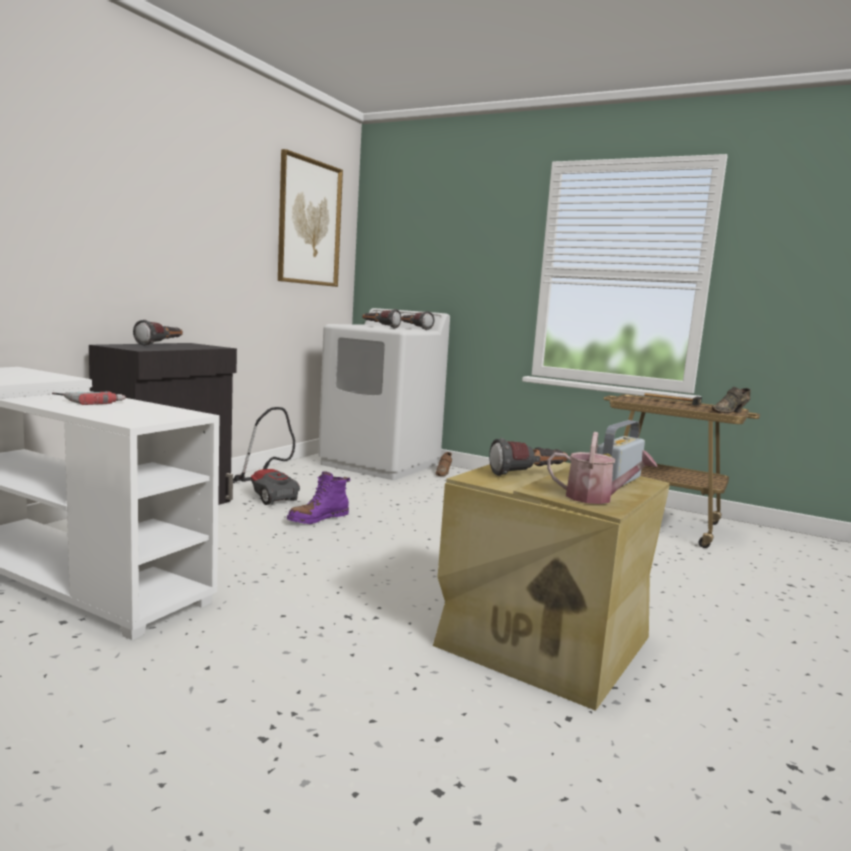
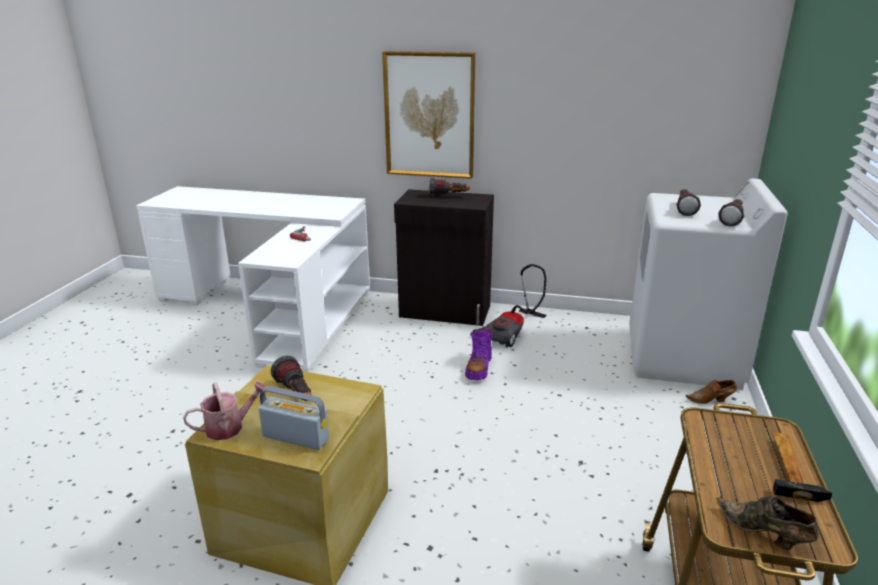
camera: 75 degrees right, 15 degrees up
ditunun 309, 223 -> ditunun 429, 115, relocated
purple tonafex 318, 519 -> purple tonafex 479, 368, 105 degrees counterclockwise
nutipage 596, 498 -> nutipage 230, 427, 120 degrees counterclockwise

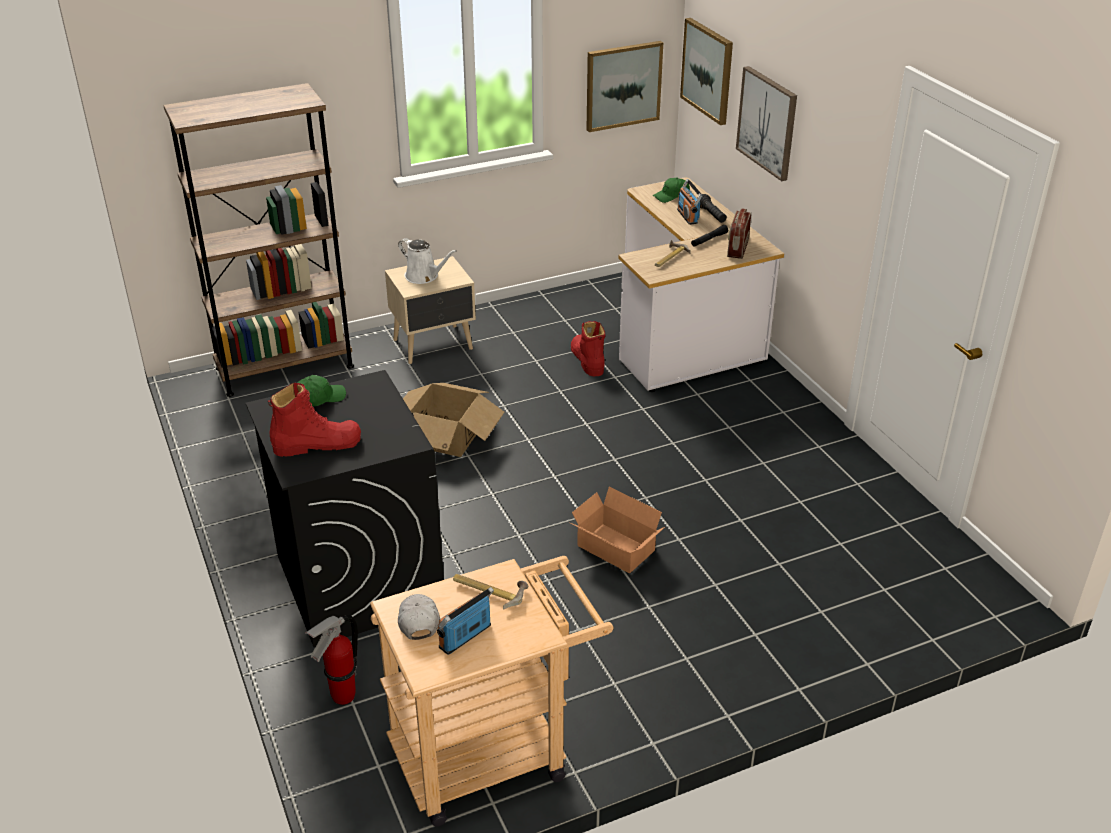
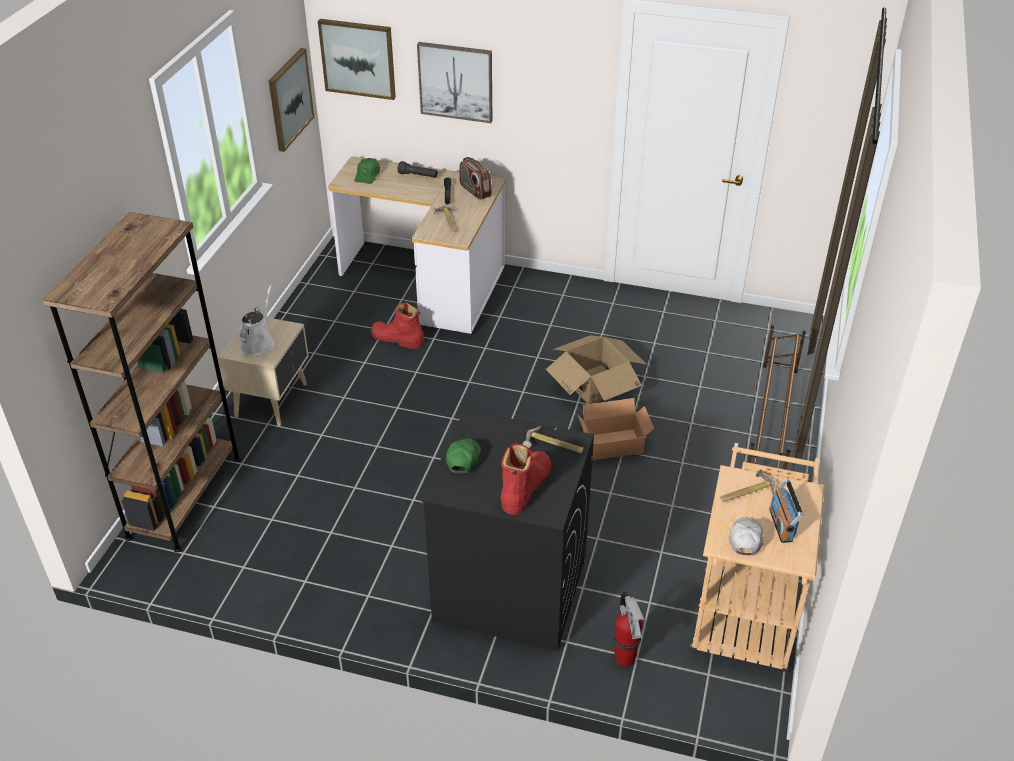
camera: 50 degrees left, 5 degrees up
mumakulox 687, 216 -> none
none -> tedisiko 553, 446
none -> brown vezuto 770, 425
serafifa 447, 437 -> serafifa 595, 384, relocated
white nutipage 424, 276 -> white nutipage 259, 342, 60 degrees counterclockwise
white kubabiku 418, 620 -> white kubabiku 745, 539, 75 degrees clockwise

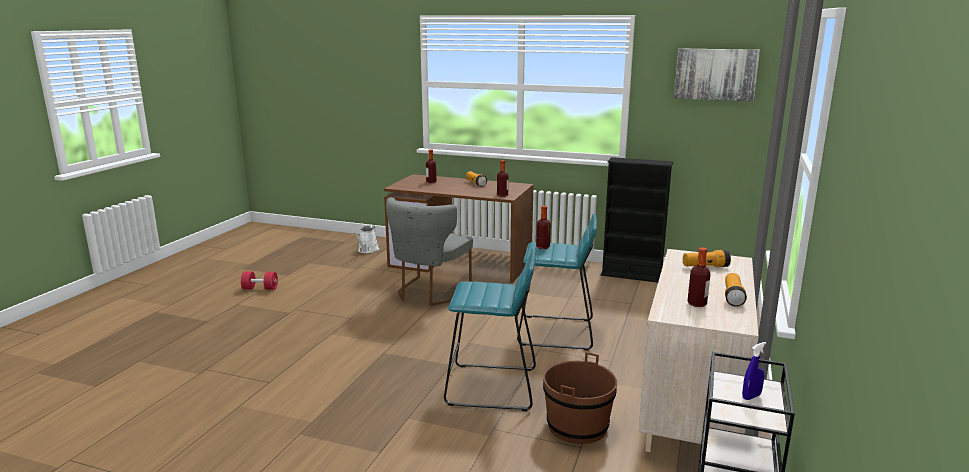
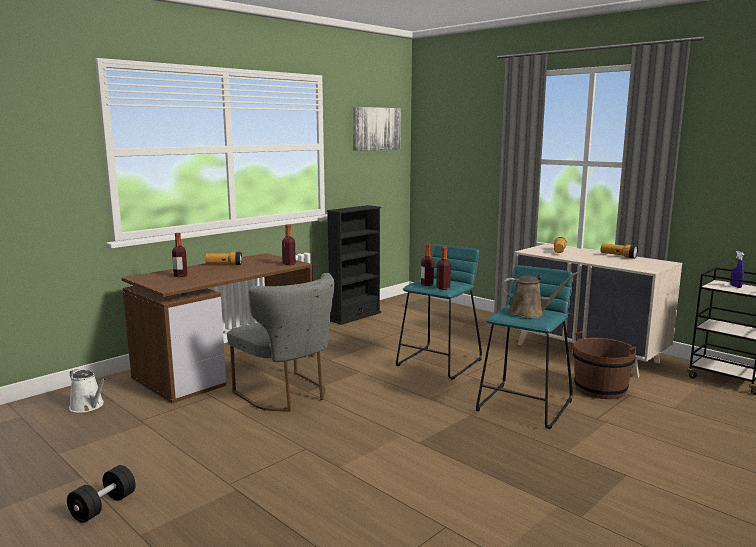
camera: 65 degrees left, 5 degrees down
none -> brown nutipage 530, 313
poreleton 697, 304 -> poreleton 443, 288, relocated
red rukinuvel 260, 288 -> black rukinuvel 103, 507

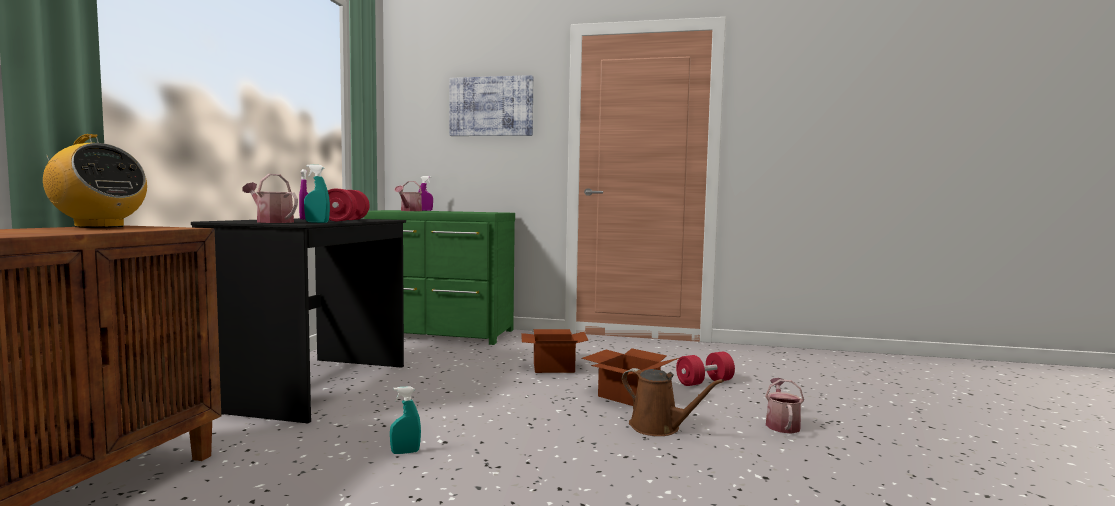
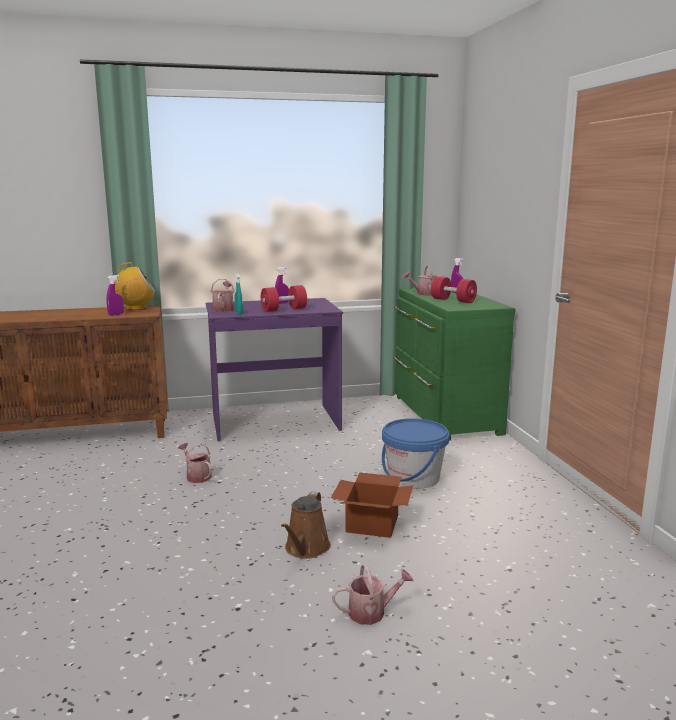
camera: 65 degrees right, 10 degrees up
ditunun 491, 106 -> none
none -> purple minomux 116, 314
red rukinuvel 704, 382 -> red rukinuvel 453, 300, relocated
turquoise minomux 405, 452 -> nutipage 197, 476
serafifa 554, 366 -> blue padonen 413, 477
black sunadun 316, 386 -> purple sunadun 275, 422
mumakulox 98, 226 -> mumakulox 136, 308, 105 degrees counterclockwise

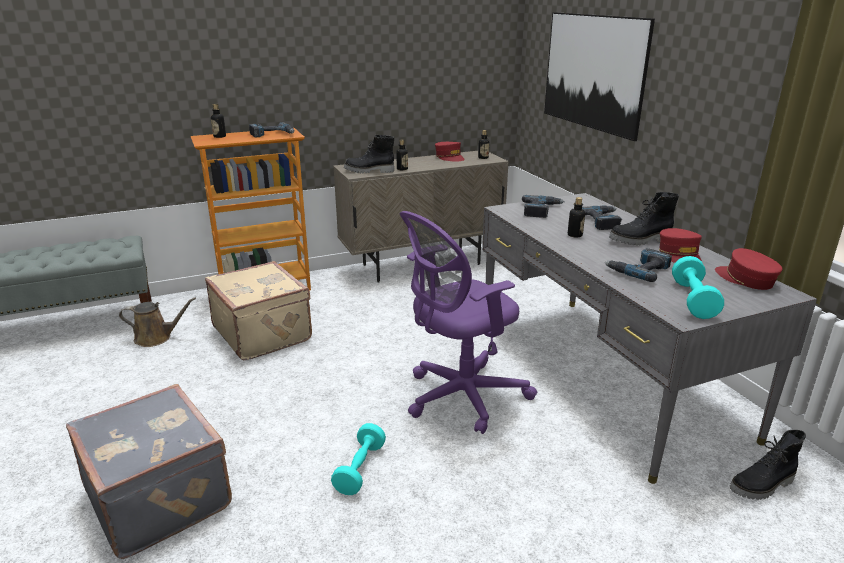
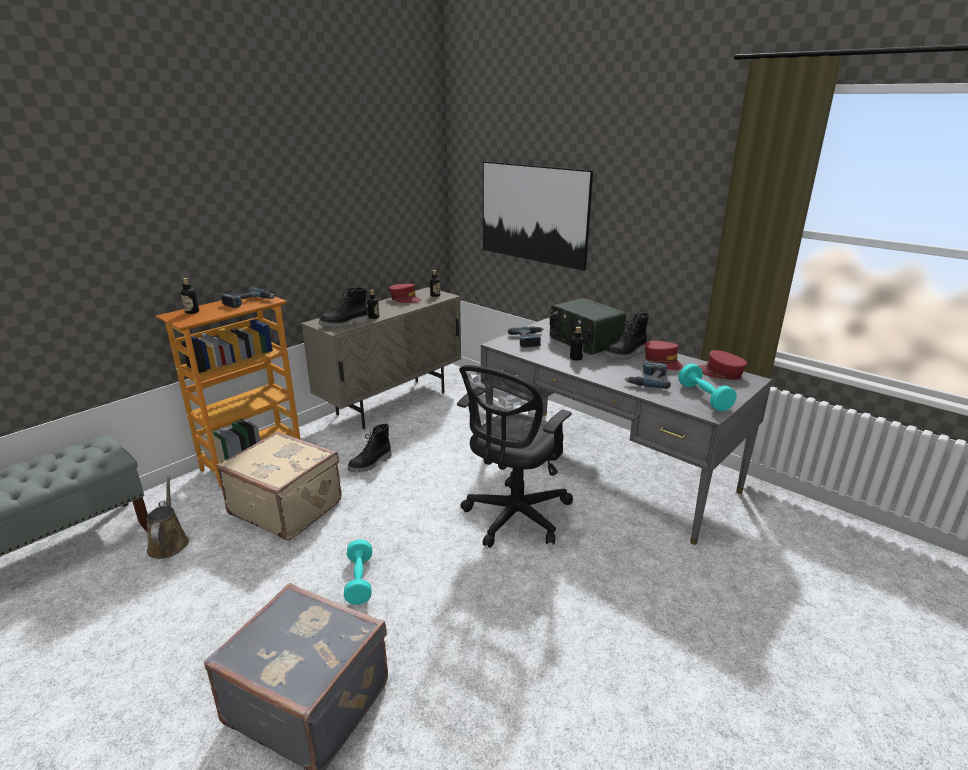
camera: 25 degrees left, 0 degrees up
turquoise rukinuvel 360, 469 -> turquoise rukinuvel 359, 580, relocated
black tonafex 763, 486 -> black tonafex 371, 464, relocated
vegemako 603, 221 -> mumakulox 584, 342
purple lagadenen 460, 397 -> black lagadenen 514, 518
brown nutipage 156, 338 -> brown nutipage 169, 543, 75 degrees counterclockwise

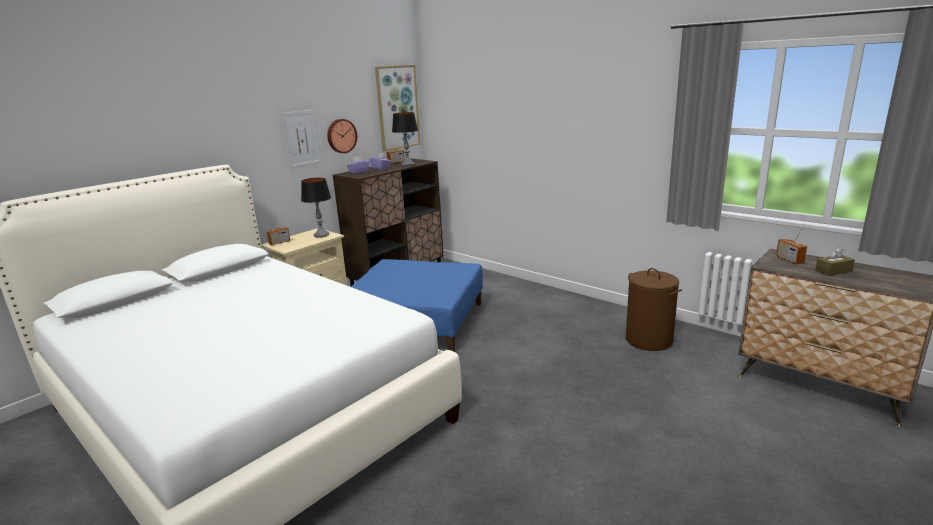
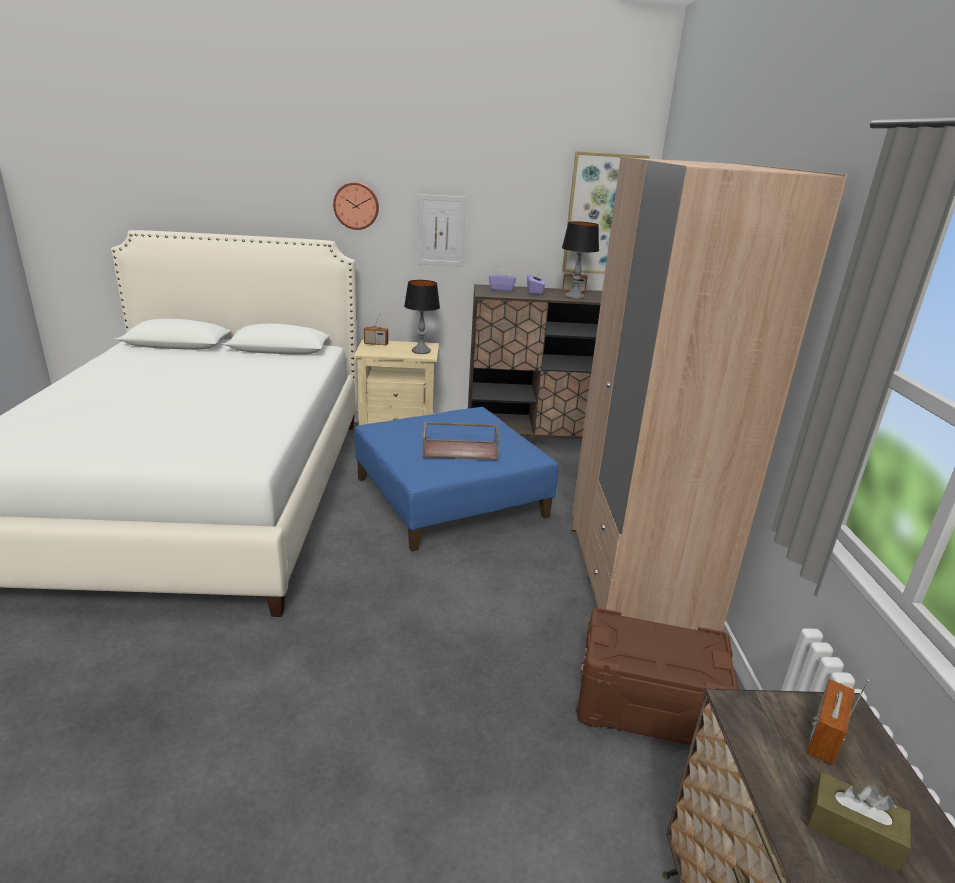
camera: 45 degrees right, 5 degrees up
none -> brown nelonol 461, 449
none -> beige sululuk 634, 581
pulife 341, 136 -> pulife 356, 206, relocated
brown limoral 649, 340 -> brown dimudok 647, 707

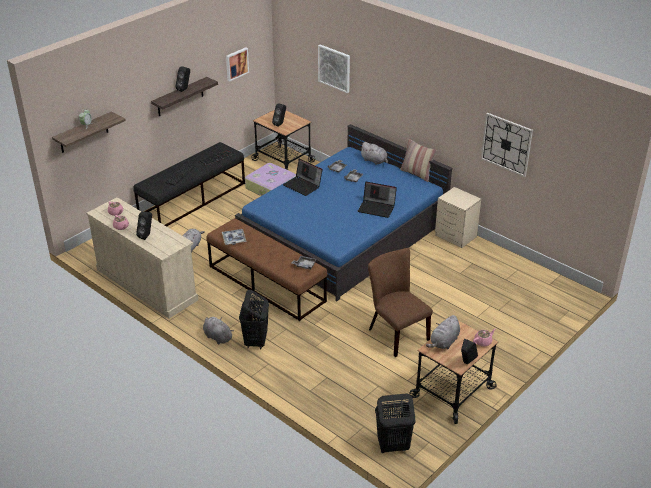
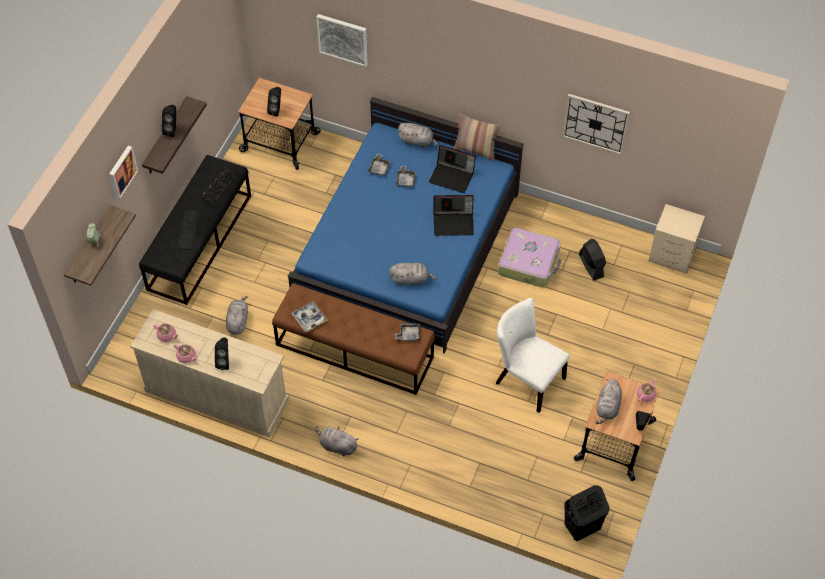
camera: 20 degrees left, 20 degrees up
black limoral 256, 341 -> none
none -> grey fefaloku 411, 279
none -> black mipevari 591, 265
ditunun 236, 63 -> ditunun 121, 171, relocated
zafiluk 271, 187 -> zafiluk 529, 263, relocated
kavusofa 303, 185 -> kavusofa 452, 176, relocated
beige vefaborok 456, 236 -> beige vefaborok 672, 256, relocated
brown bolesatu 395, 333 -> white bolesatu 526, 379

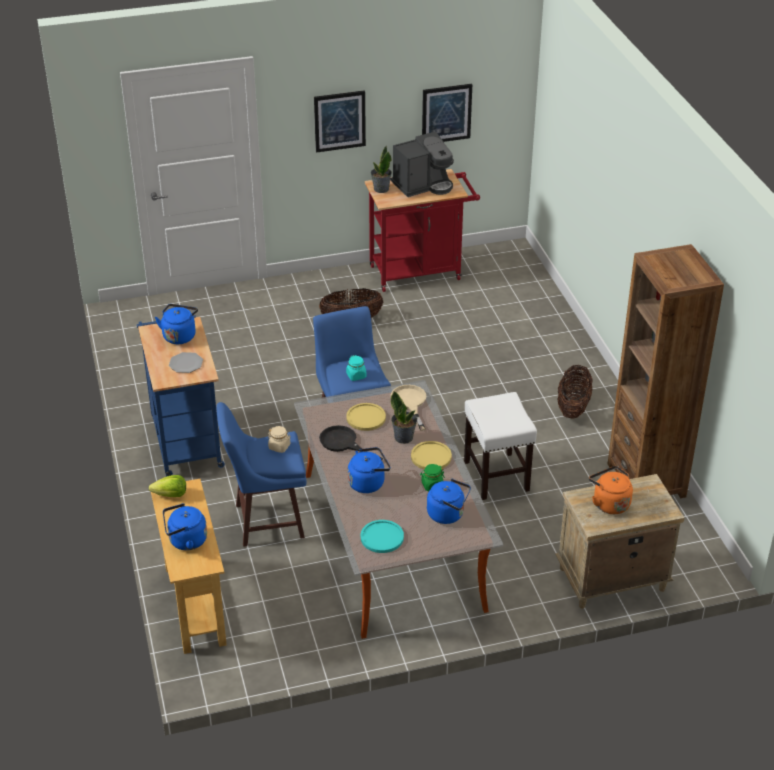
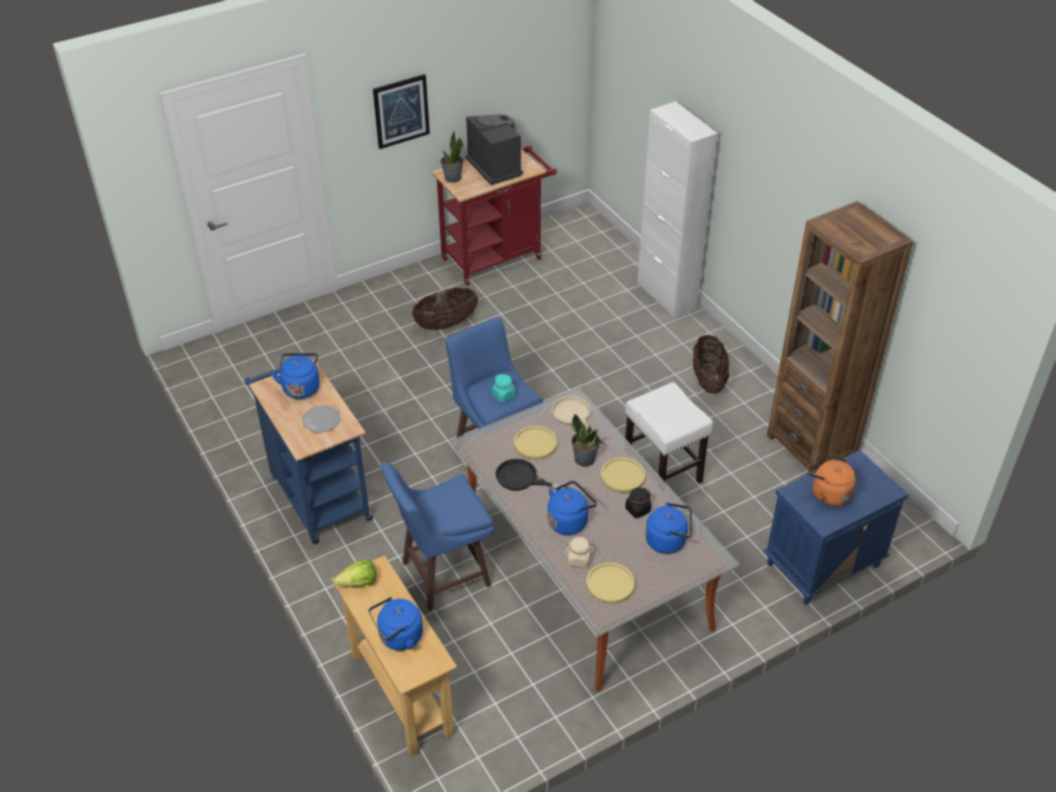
camera: 15 degrees left, 5 degrees up
ditunun 446, 113 -> none
none -> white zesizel 666, 295
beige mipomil 279, 447 -> beige mipomil 579, 559, relocated
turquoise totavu 382, 537 -> yellow totavu 610, 584
green mipomil 432, 485 -> black mipomil 637, 510
beige vefaborok 611, 580 -> blue vefaborok 822, 565
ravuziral 423, 185 -> ravuziral 495, 167, 75 degrees counterclockwise

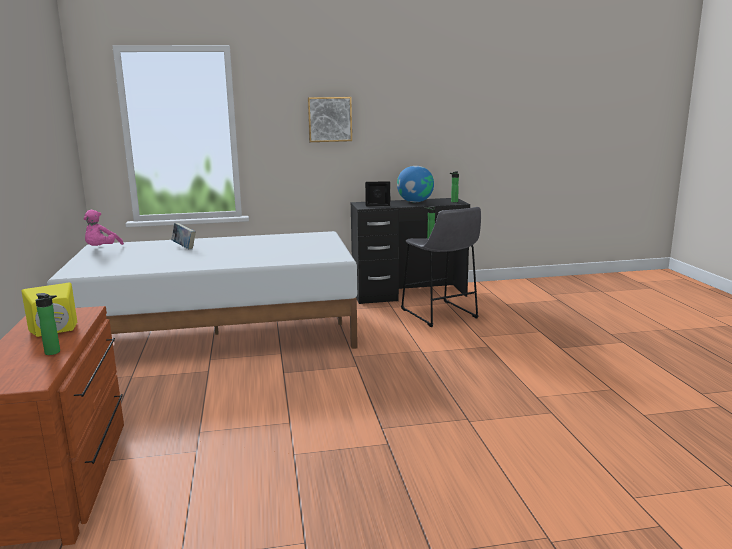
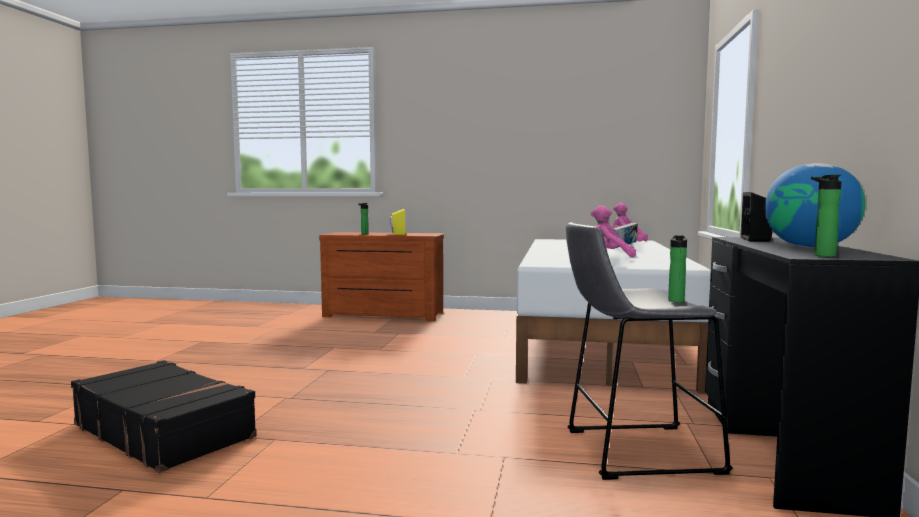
camera: 110 degrees right, 10 degrees down
ditunun 329, 119 -> none
none -> black zafiluk 164, 430
none -> pink fefaloku 609, 256

